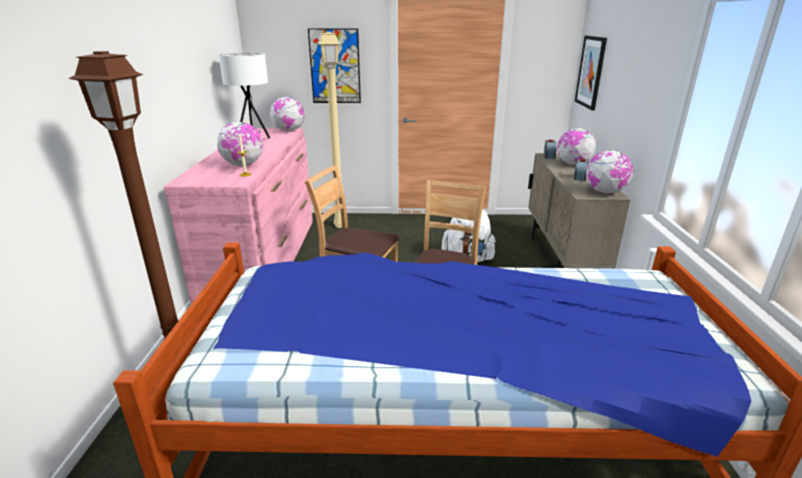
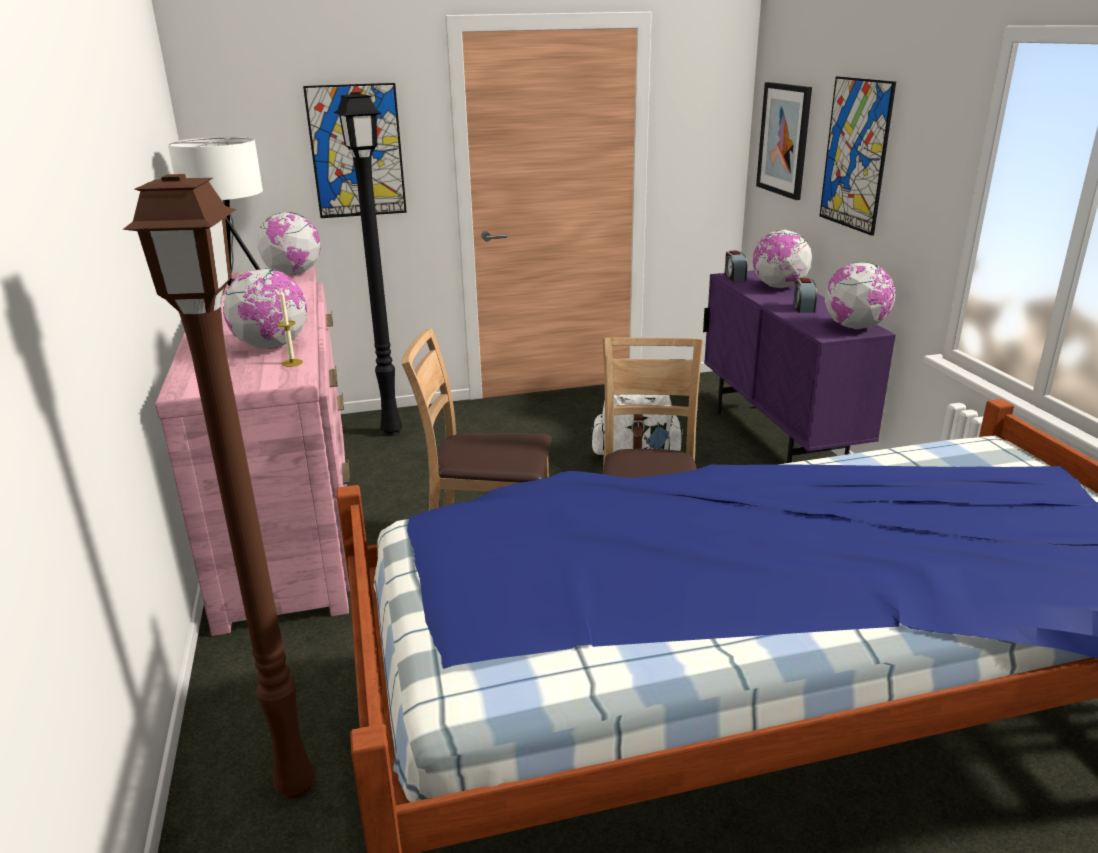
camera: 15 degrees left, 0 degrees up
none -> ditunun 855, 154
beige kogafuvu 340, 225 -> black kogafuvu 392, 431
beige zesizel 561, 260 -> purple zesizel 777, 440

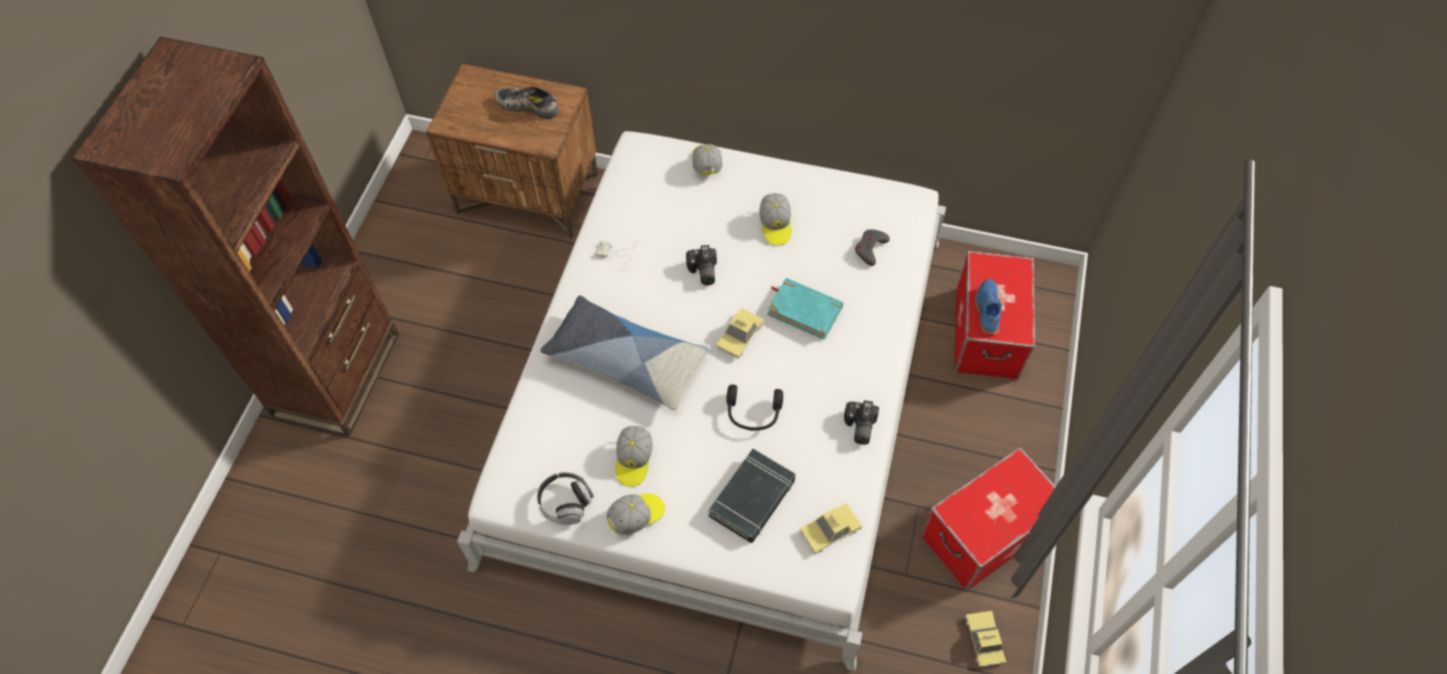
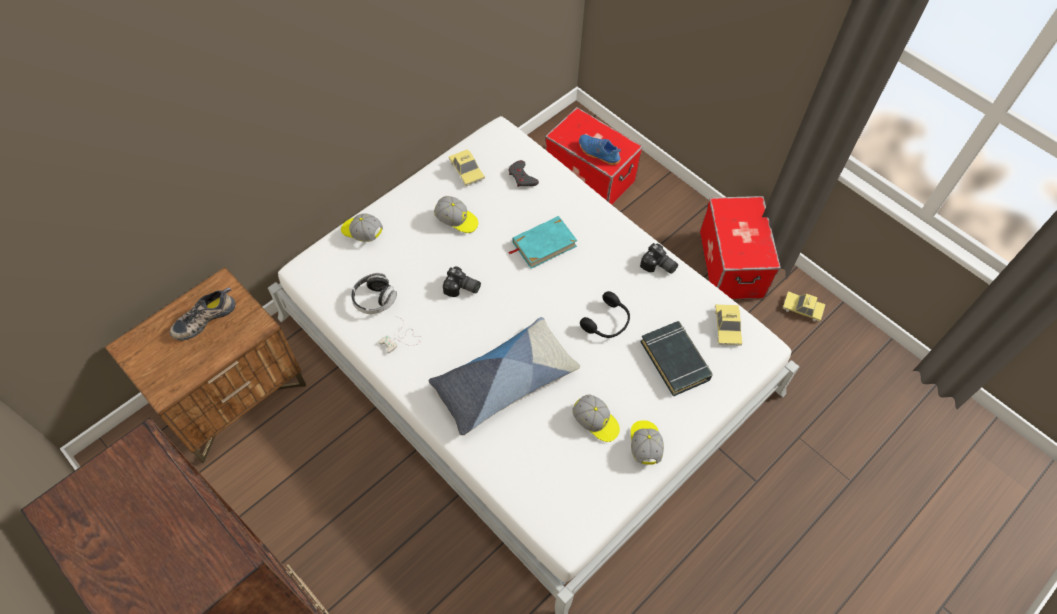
camera: 60 degrees left, 0 degrees up
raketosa 565, 503 -> raketosa 374, 300, relocated
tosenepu 739, 335 -> tosenepu 466, 170, relocated

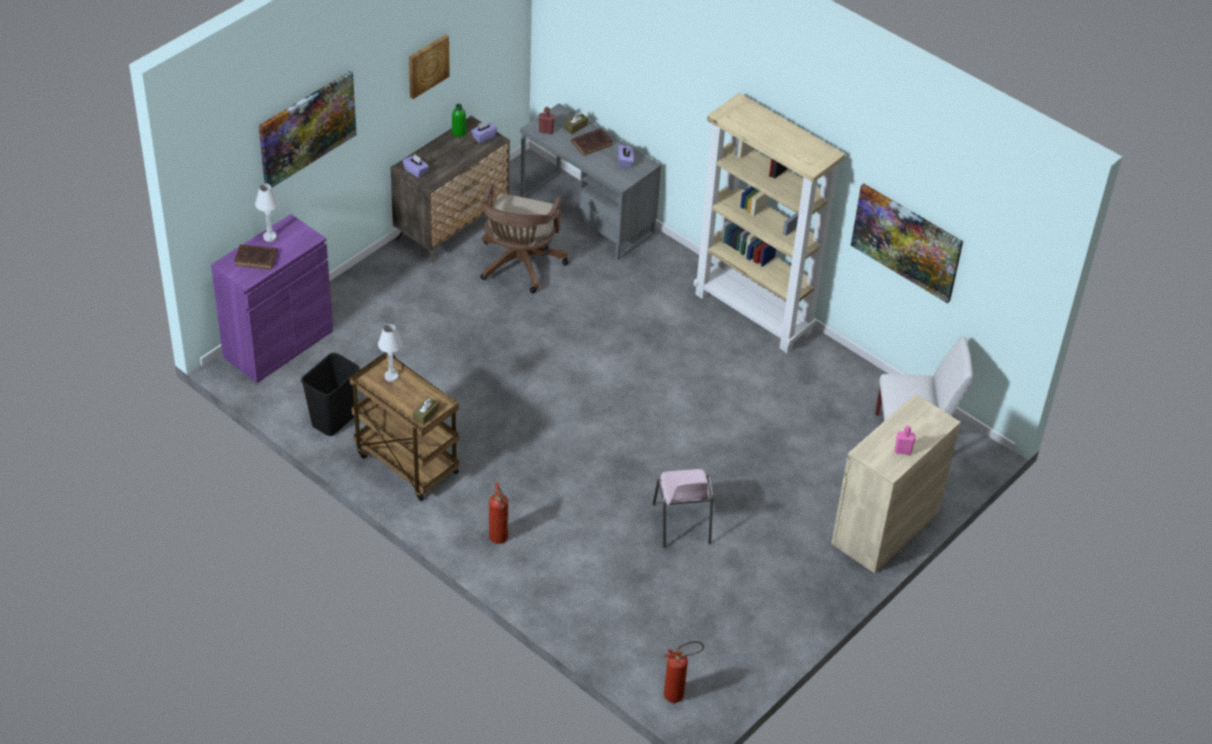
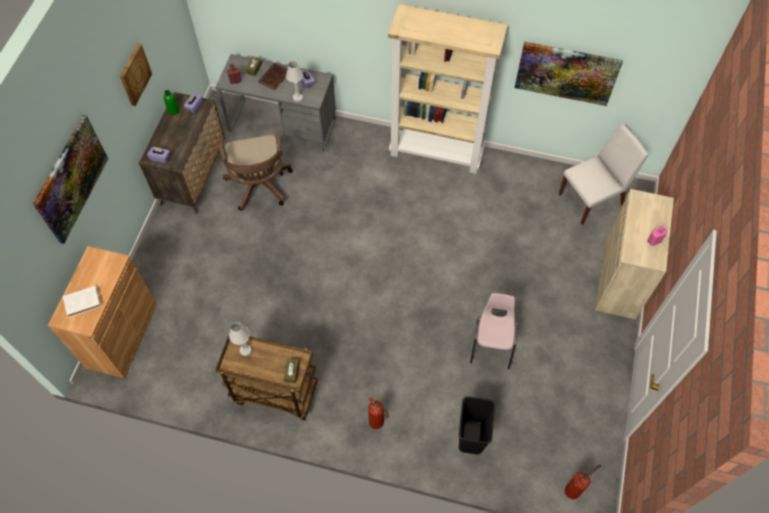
camera: 25 degrees left, 15 degrees up
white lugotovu 270, 237 -> white lugotovu 297, 98, relocated
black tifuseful 333, 420 -> black tifuseful 470, 436, relocated
purple zesizel 278, 344 -> brown zesizel 122, 335
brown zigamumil 257, 259 -> white zigamumil 83, 302
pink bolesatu 682, 524 -> pink bolesatu 492, 345, 135 degrees counterclockwise

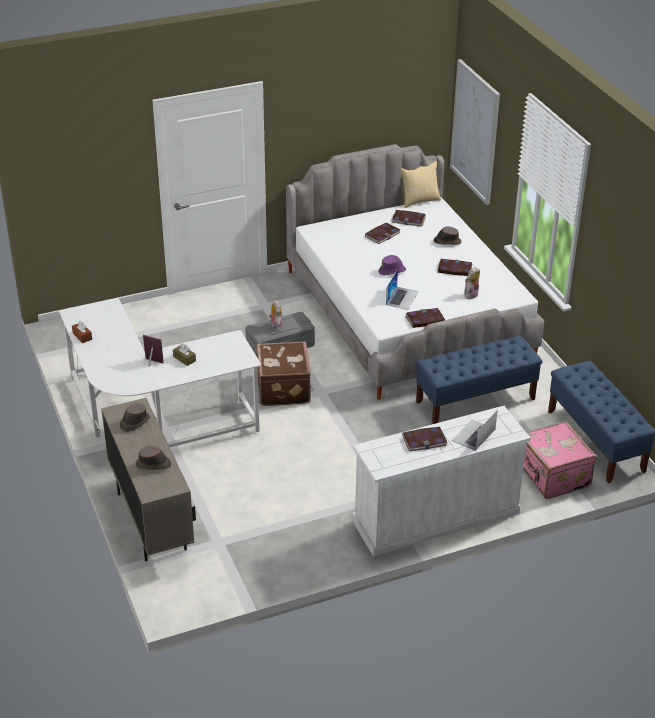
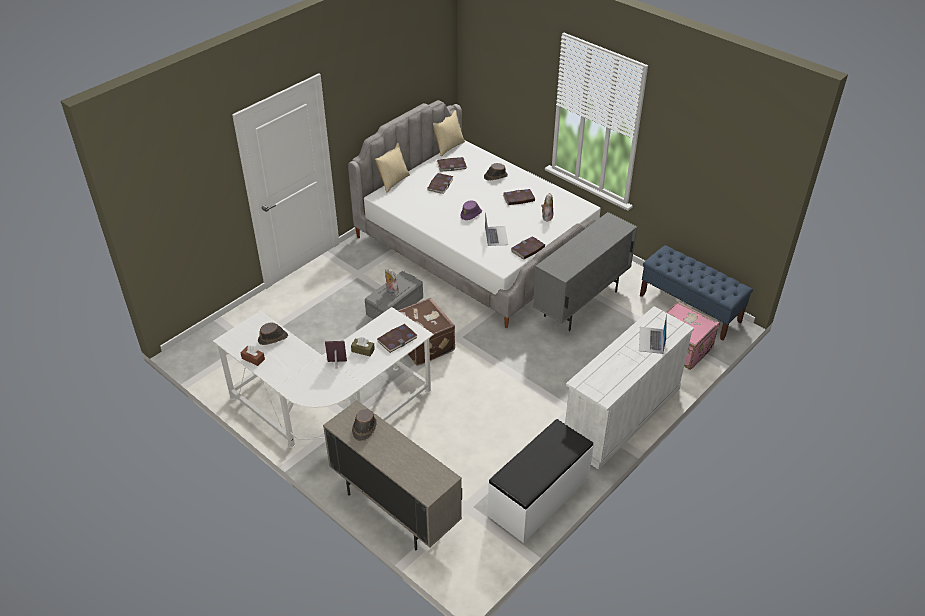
camera: 25 degrees left, 5 degrees up
ditunun 475, 132 -> none
none -> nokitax 392, 181
none -> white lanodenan 539, 497
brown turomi 153, 465 -> brown turomi 273, 338, relocated
zigamumil 424, 440 -> zigamumil 397, 339, relocated
blue lanodenan 475, 400 -> grey zesizel 581, 304

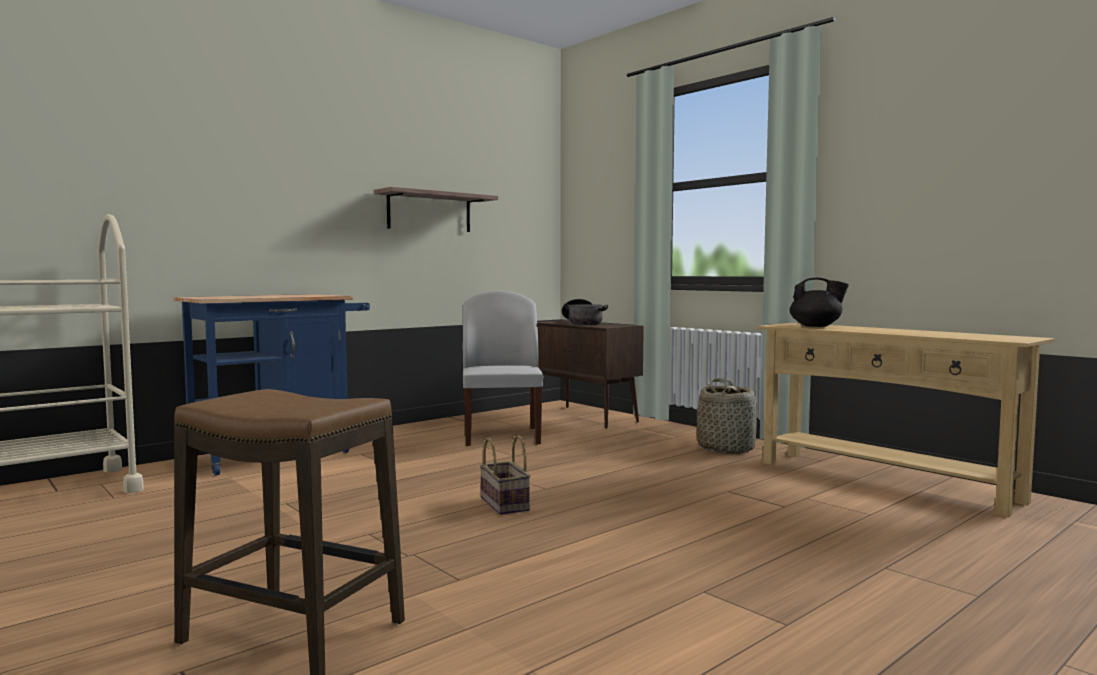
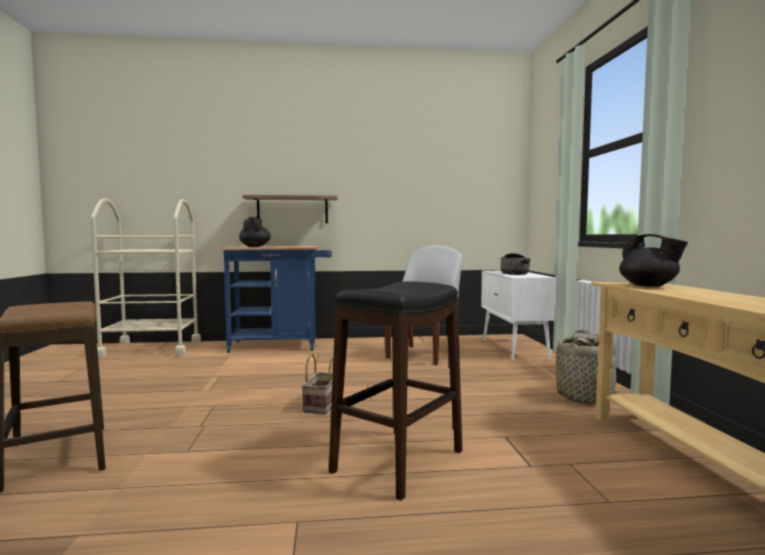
camera: 35 degrees right, 0 degrees up
none -> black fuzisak 255, 246
none -> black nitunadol 398, 461
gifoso 429, 212 -> gifoso 292, 210, relocated
brown zesizel 586, 417 -> white zesizel 514, 350

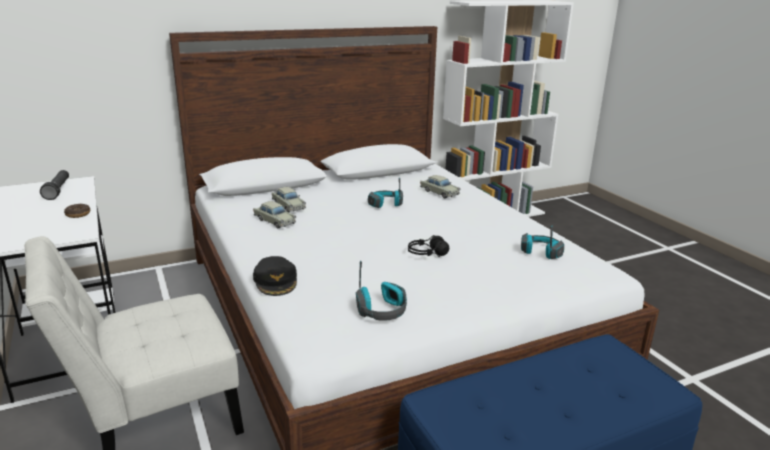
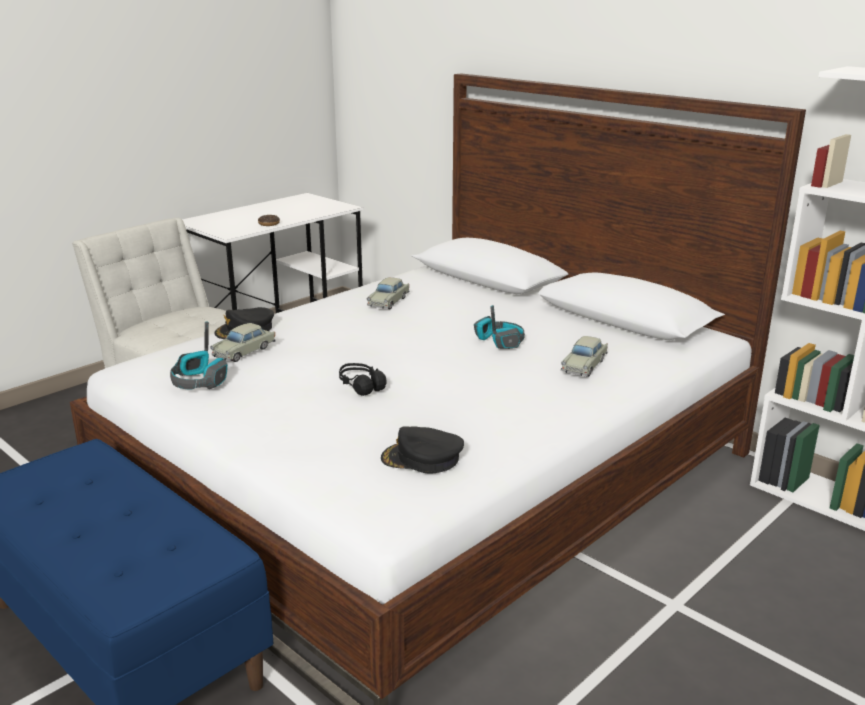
camera: 70 degrees right, 0 degrees up
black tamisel 58, 190 -> none
beige tosenepu 288, 205 -> beige tosenepu 244, 351, relocated
raketosa 541, 252 -> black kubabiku 422, 458

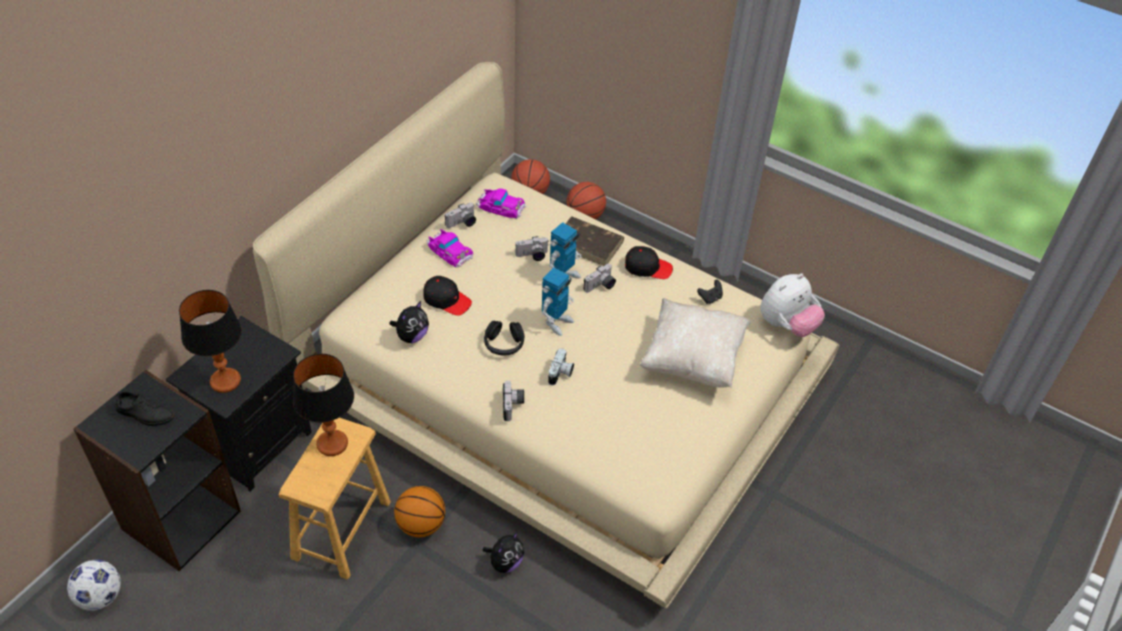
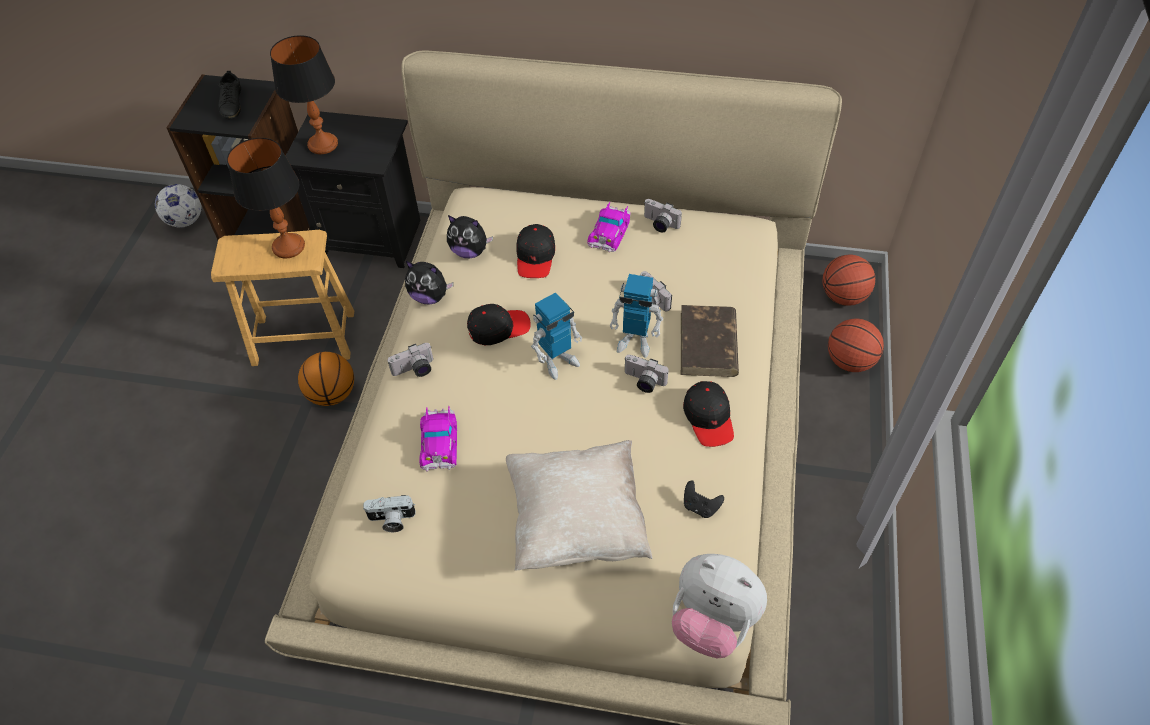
camera: 70 degrees right, 5 degrees up
tosenepu 501, 206 -> tosenepu 439, 441, relocated
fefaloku 505, 562 -> fefaloku 430, 296, relocated
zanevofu 561, 374 -> zanevofu 391, 520, relocated
black raketosa 504, 344 -> black kubabiku 498, 328
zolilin 556, 322 -> zolilin 558, 361, 45 degrees counterclockwise

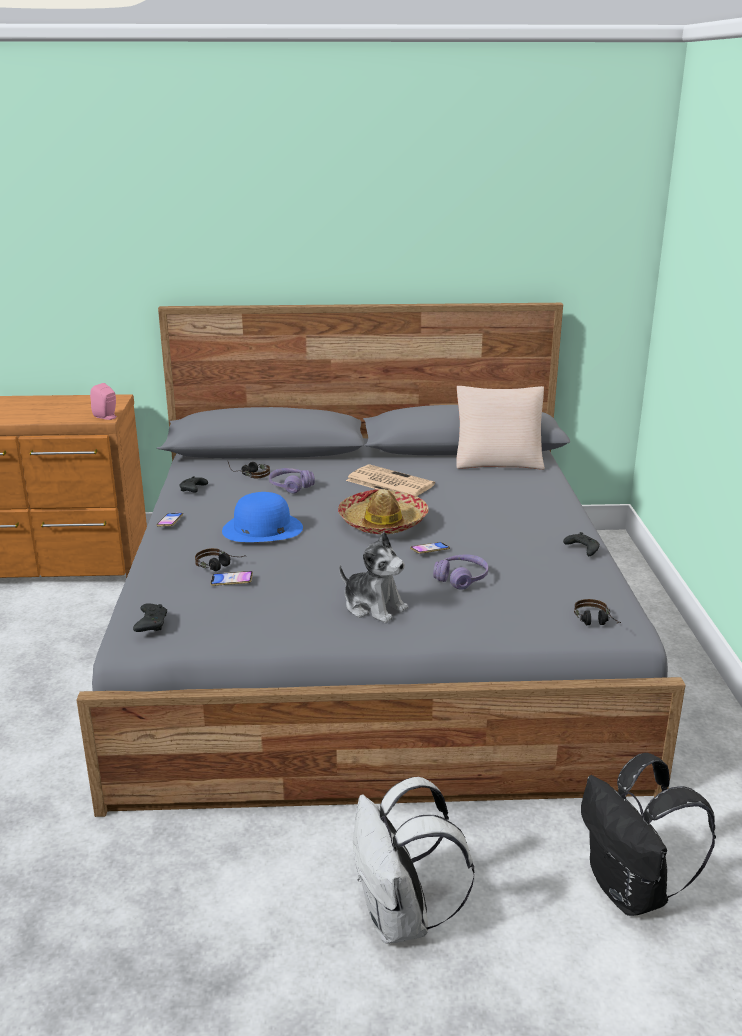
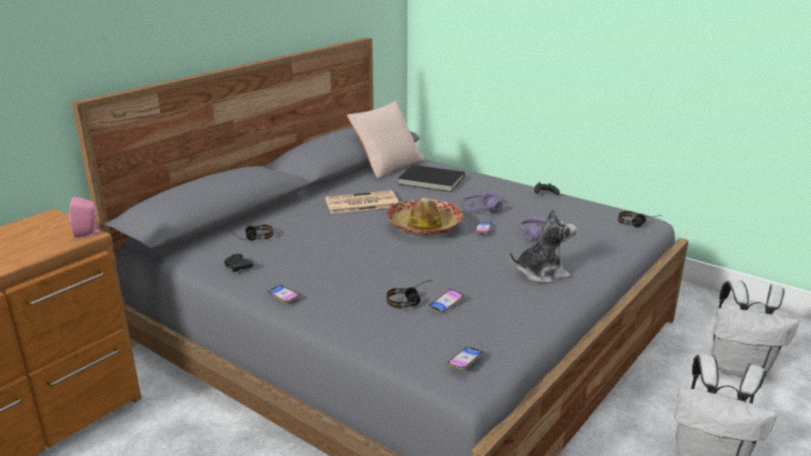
camera: 50 degrees left, 0 degrees up
blue turomi 262, 529 -> none
none -> black zigamumil 431, 181
purple raketosa 291, 486 -> purple raketosa 480, 209, relocated
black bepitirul 151, 623 -> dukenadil 465, 360
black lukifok 632, 891 -> white lukifok 739, 368

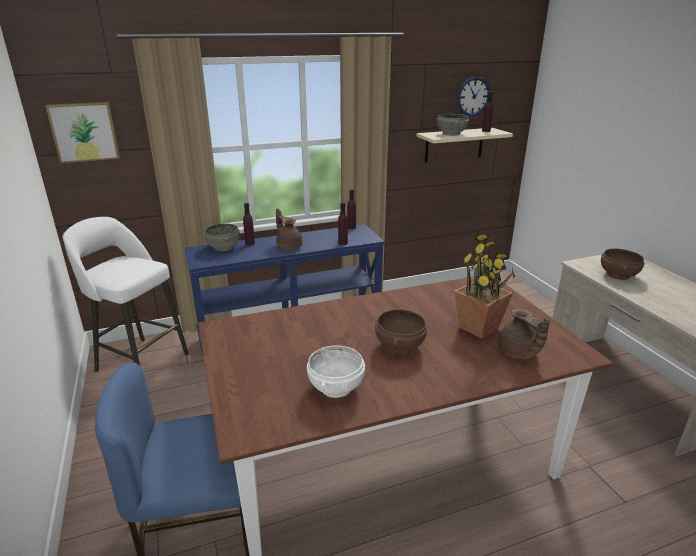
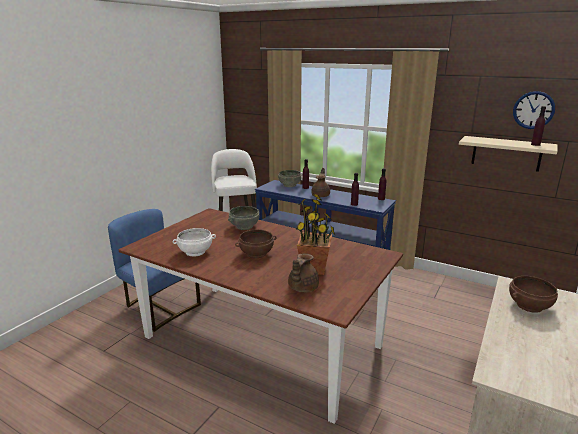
camera: 50 degrees right, 5 degrees down
ditunun 84, 131 -> none
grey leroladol 451, 134 -> grey leroladol 244, 226, relocated

